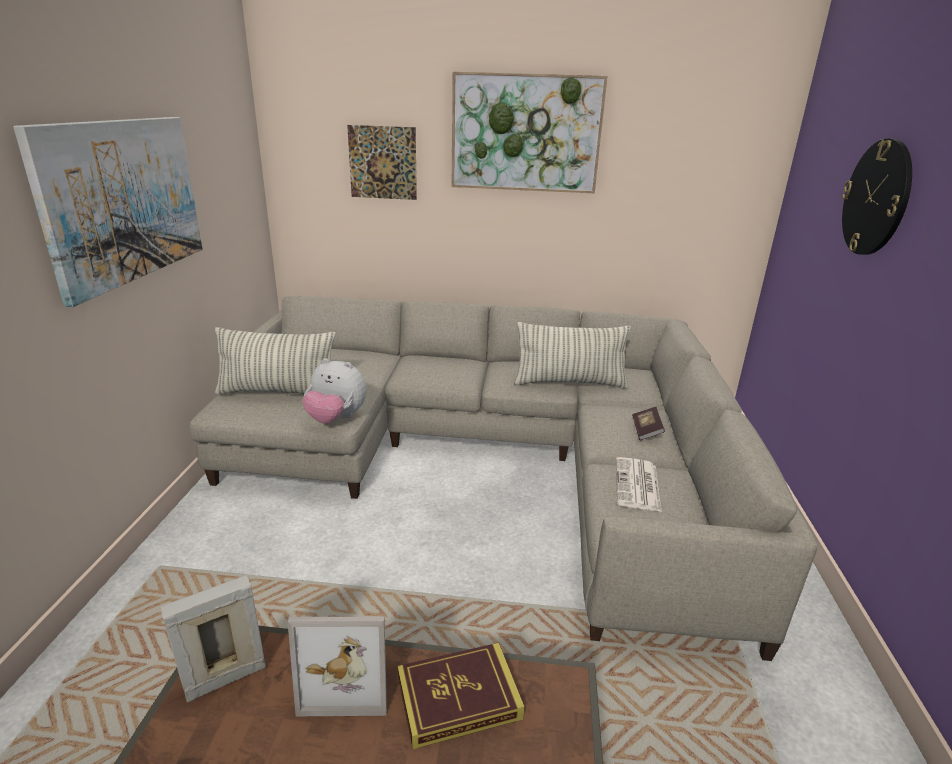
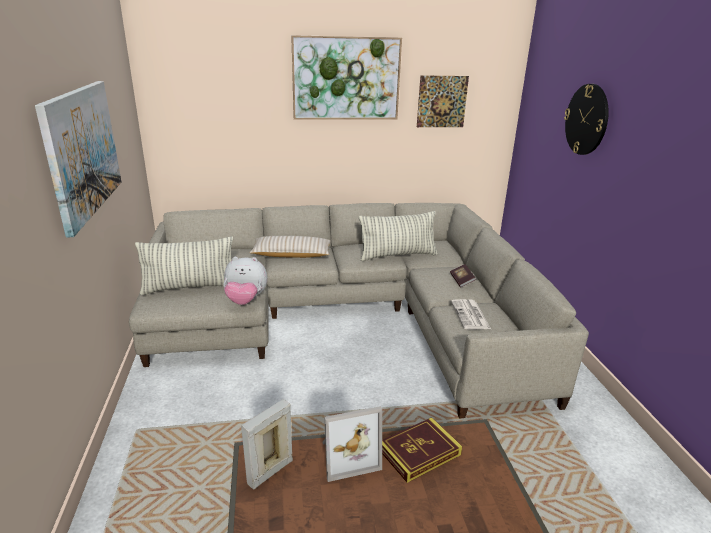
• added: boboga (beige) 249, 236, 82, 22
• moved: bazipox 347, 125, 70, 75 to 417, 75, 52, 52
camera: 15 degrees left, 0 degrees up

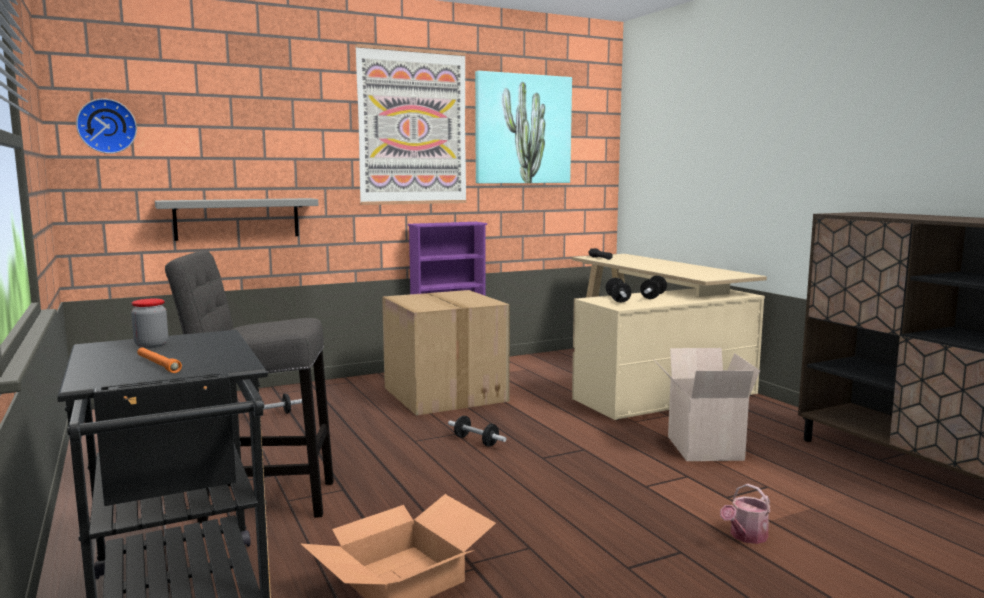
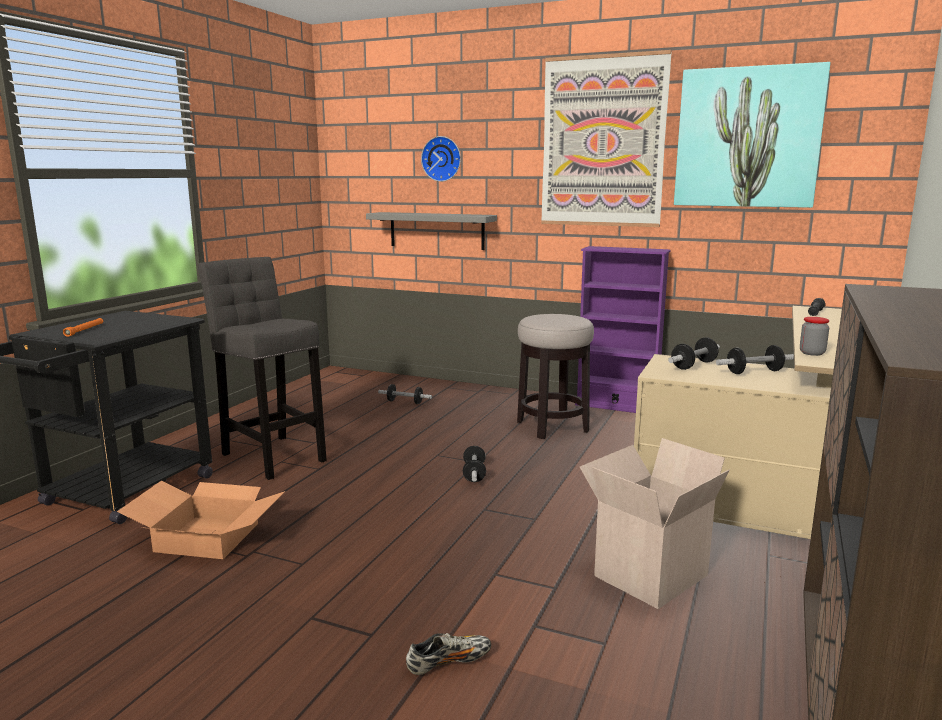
• moved: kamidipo 76, 99, 61, 55 to 421, 136, 40, 46
• moved: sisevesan 131, 299, 37, 49 to 800, 317, 29, 39
• replaced: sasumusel 382, 290, 128, 126 to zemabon 517, 314, 77, 125
• replaced: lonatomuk 720, 483, 51, 61 to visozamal 406, 633, 85, 42
camera: 50 degrees right, 5 degrees up

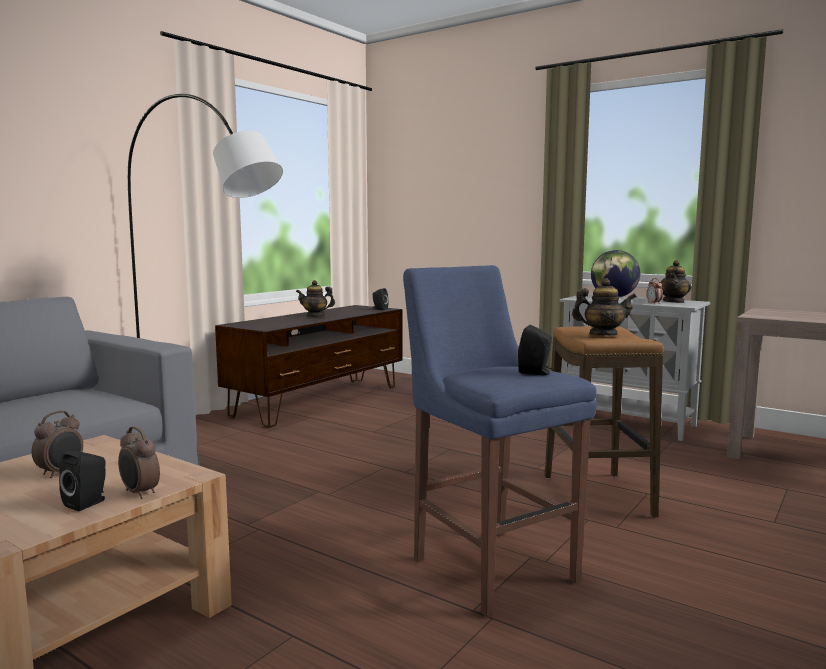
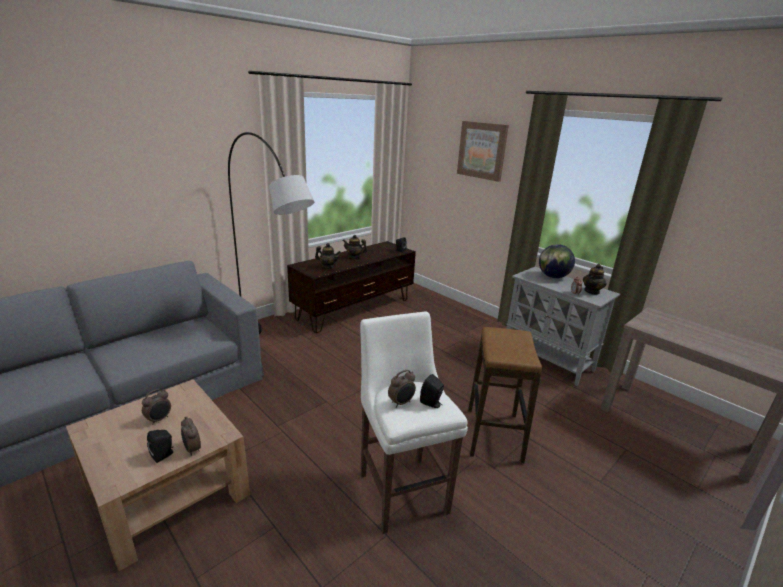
• added: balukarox 388, 370, 28, 38
• added: bazipox 457, 121, 52, 61
• moved: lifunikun 572, 278, 65, 58 to 315, 243, 26, 26
• recoloured: zemabon (blue) 403, 265, 194, 352 to zemabon (white) 360, 311, 108, 223
camera: 10 degrees right, 15 degrees up

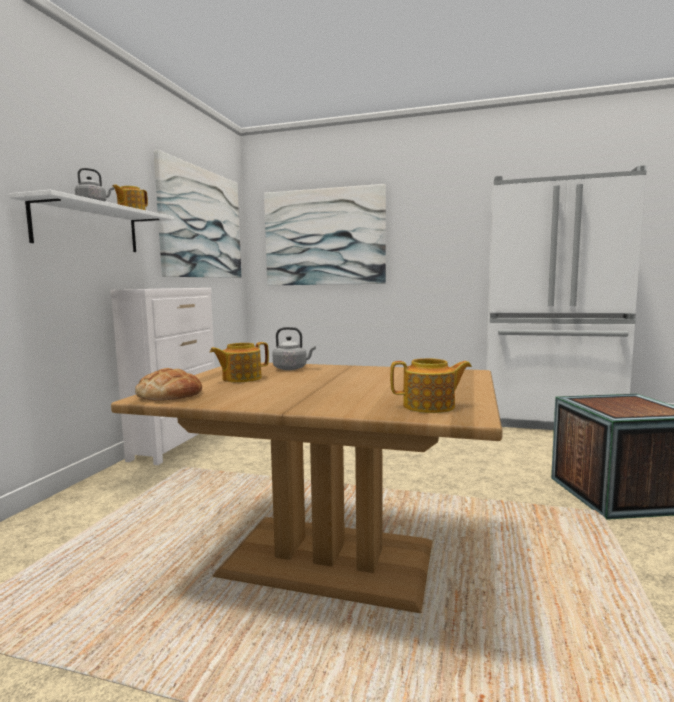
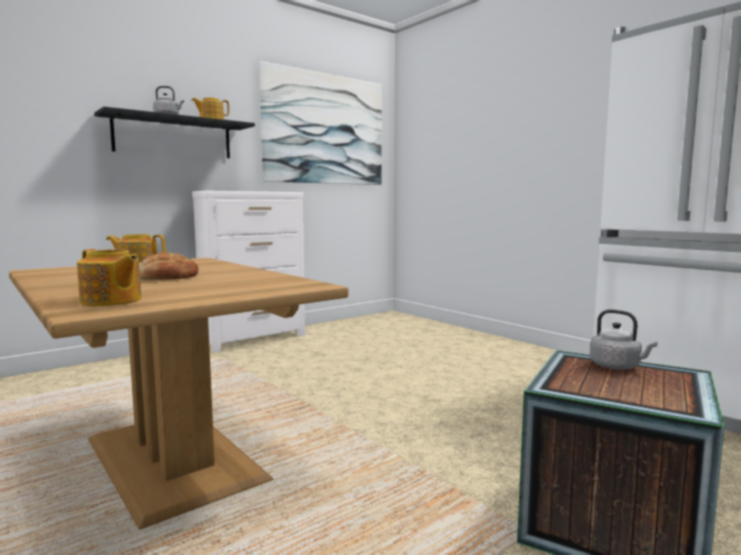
• removed: bazipox 264, 184, 122, 102
• moved: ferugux 135, 368, 67, 33 to 139, 252, 60, 28
• moved: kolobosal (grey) 273, 327, 43, 43 to 590, 309, 68, 61
• recoloured: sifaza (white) 9, 190, 165, 62 to sifaza (black) 94, 107, 161, 51
camera: 35 degrees right, 0 degrees up

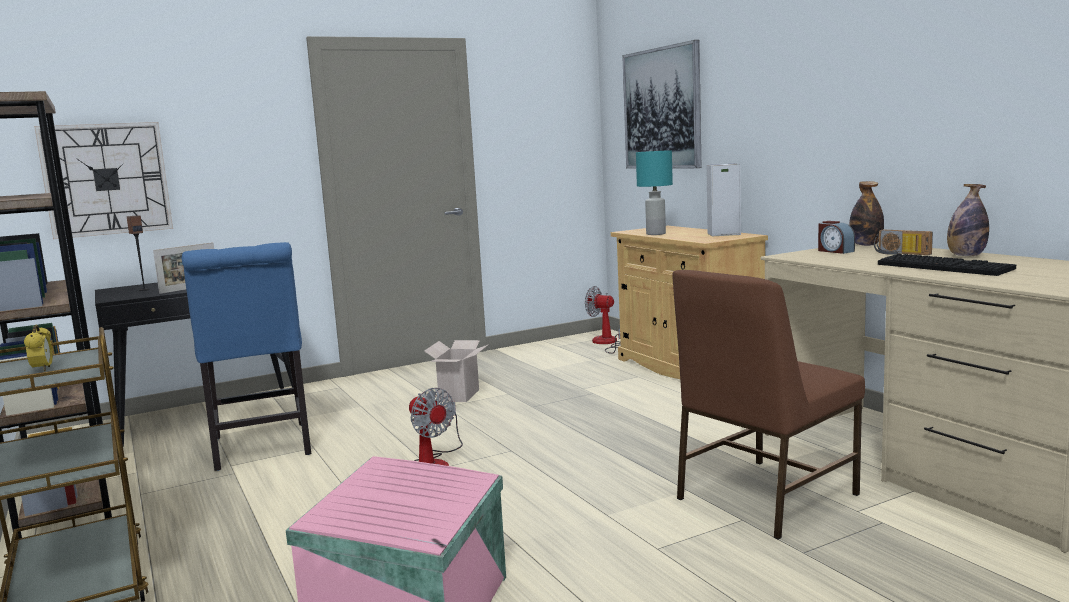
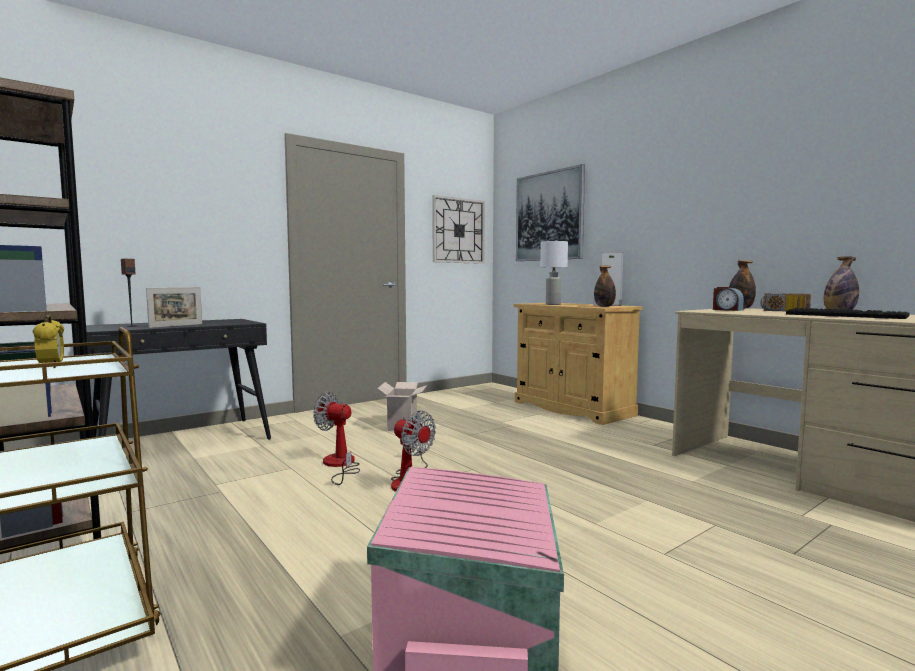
• removed: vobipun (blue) 182, 242, 129, 229
• removed: vobipun (brown) 672, 270, 193, 270
• added: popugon 594, 266, 22, 41
• moved: kamidipo 34, 122, 139, 117 to 432, 195, 53, 69
• moved: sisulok 585, 286, 36, 68 to 313, 392, 47, 93
• recoloured: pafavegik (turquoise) 636, 150, 37, 85 to pafavegik (white) 540, 241, 28, 64
camera: 10 degrees left, 5 degrees down

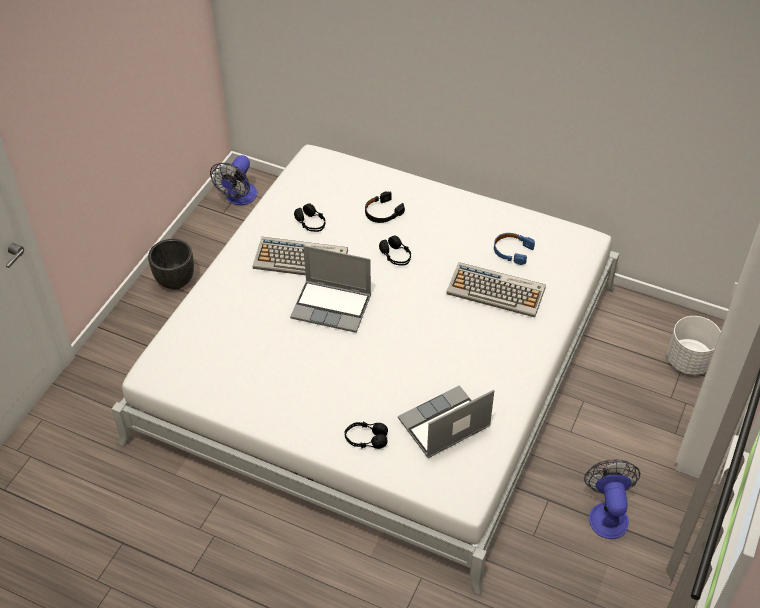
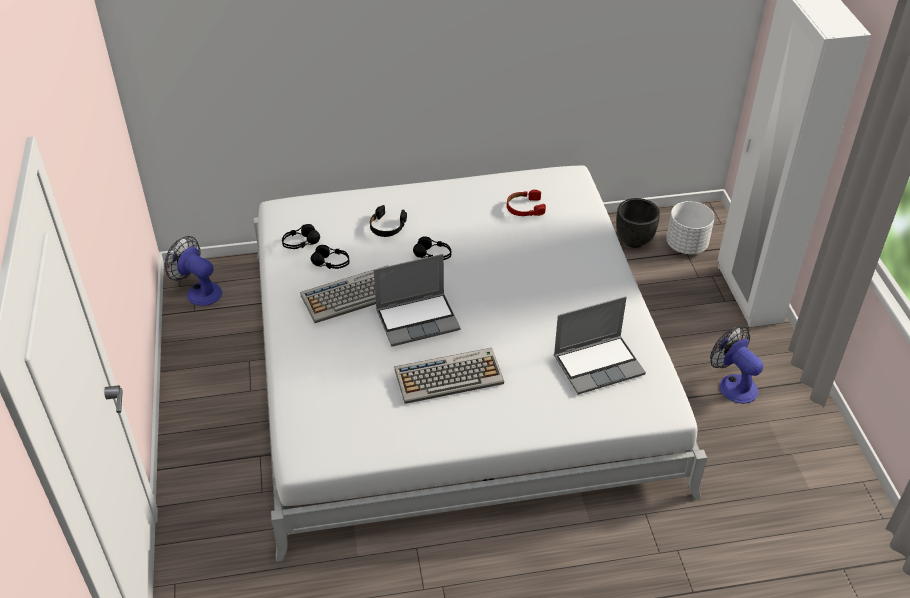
• moved: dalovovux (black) 148, 239, 46, 50 to 616, 198, 44, 50
• moved: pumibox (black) 344, 421, 44, 28 to 282, 224, 38, 25
• moved: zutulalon 446, 262, 100, 56 to 395, 348, 109, 56
• recoloured: pumibox (blue) 494, 233, 41, 32 to pumibox (red) 507, 190, 39, 26
• turned: sisulok 210, 155, 47, 50 = 165, 236, 57, 70 135 degrees clockwise
• turned: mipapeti 398, 385, 96, 73 = 554, 296, 92, 99 135 degrees counterclockwise
camera: 35 degrees left, 5 degrees down

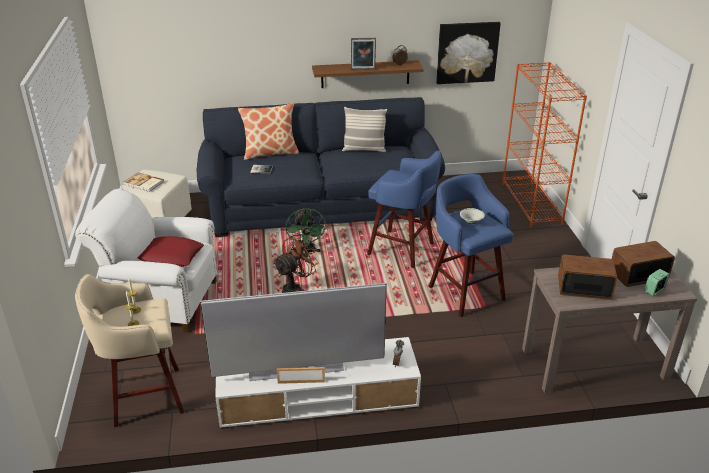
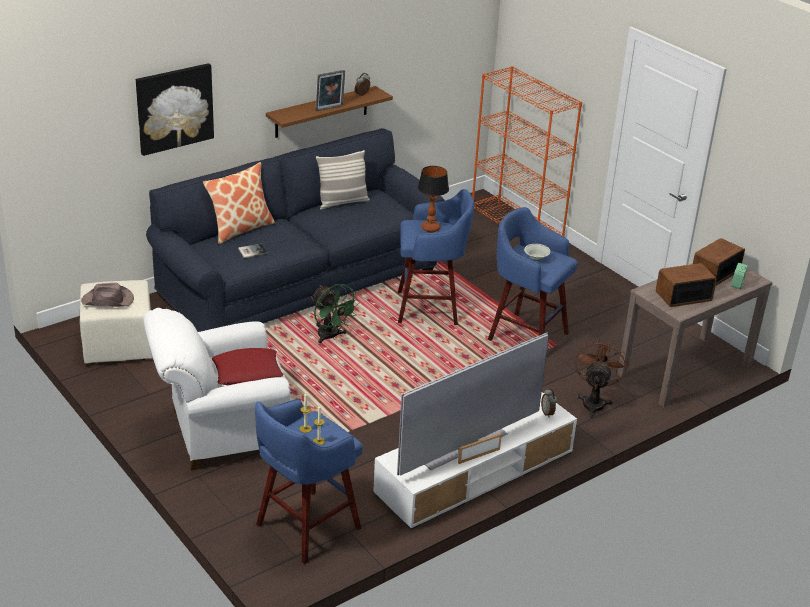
• added: pafavegik 418, 166, 31, 66
• moved: sisulok (brown) 273, 235, 46, 58 to 575, 338, 51, 80
• moved: bazipox 436, 22, 65, 62 to 136, 63, 78, 93
• replaced: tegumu 124, 173, 40, 19 to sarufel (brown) 81, 283, 53, 24
• recoloured: zemabon (beige) 75, 274, 109, 153 to zemabon (blue) 255, 399, 108, 165
camera: 30 degrees left, 0 degrees up

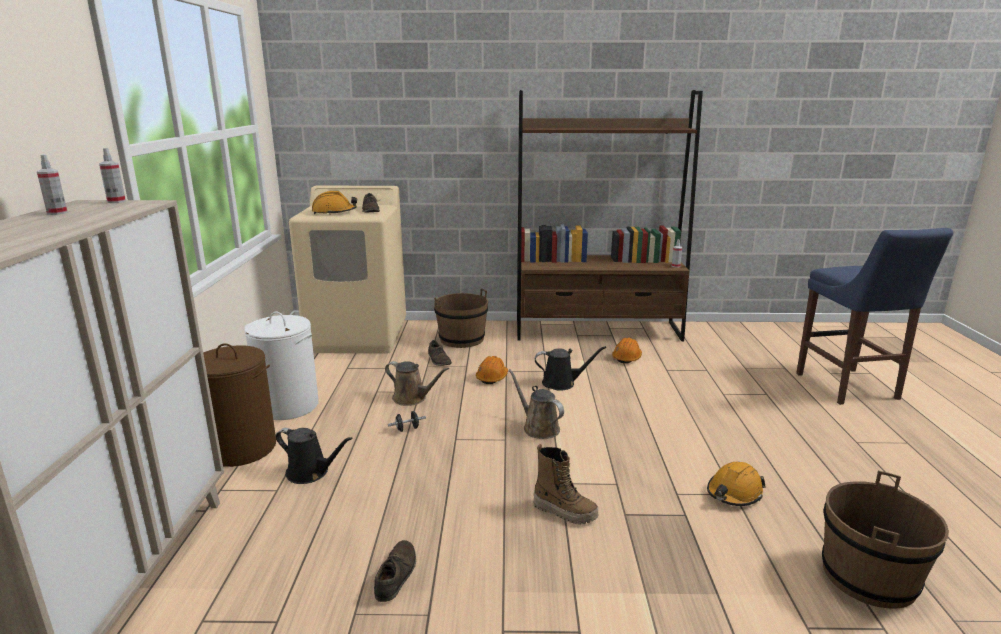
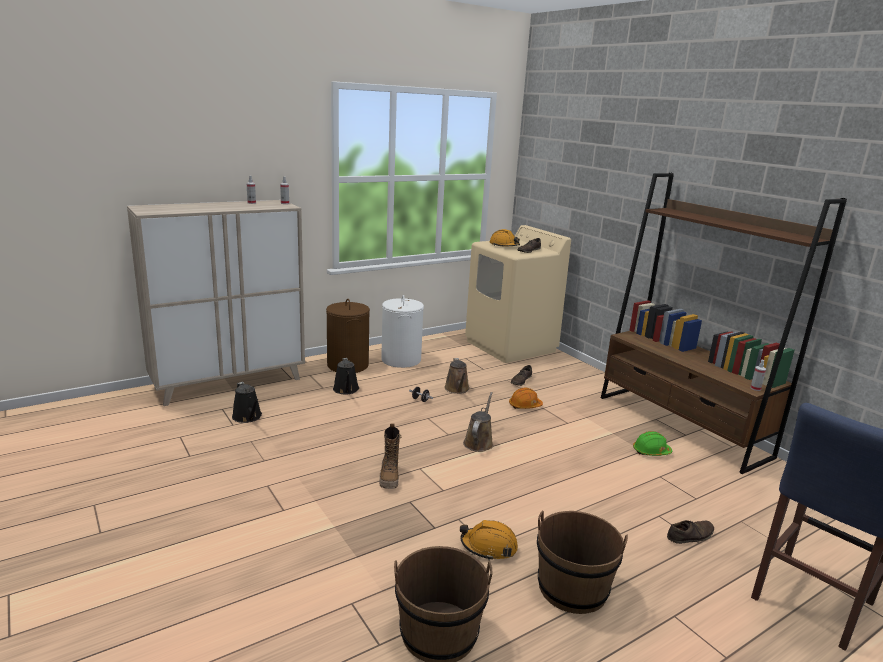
• moved: visozamal (brown) 374, 540, 42, 62 to 667, 520, 47, 24
• moved: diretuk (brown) 434, 288, 54, 60 to 537, 511, 91, 103
• moved: lonatomuk (black) 535, 346, 71, 45 to 232, 382, 30, 41
• recoloured: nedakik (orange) 612, 338, 30, 26 to nedakik (green) 633, 431, 39, 25
camera: 55 degrees right, 0 degrees up

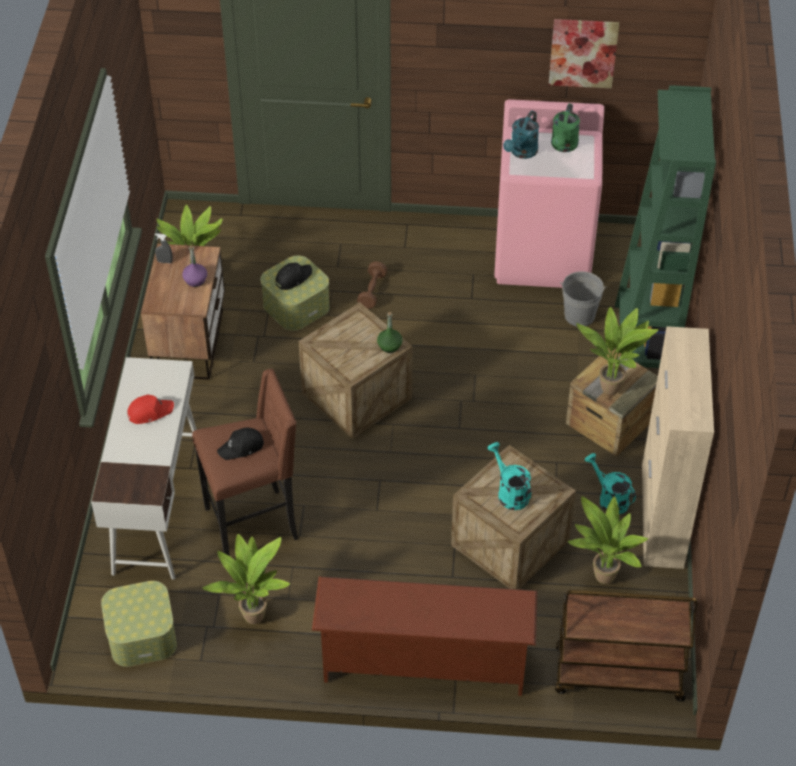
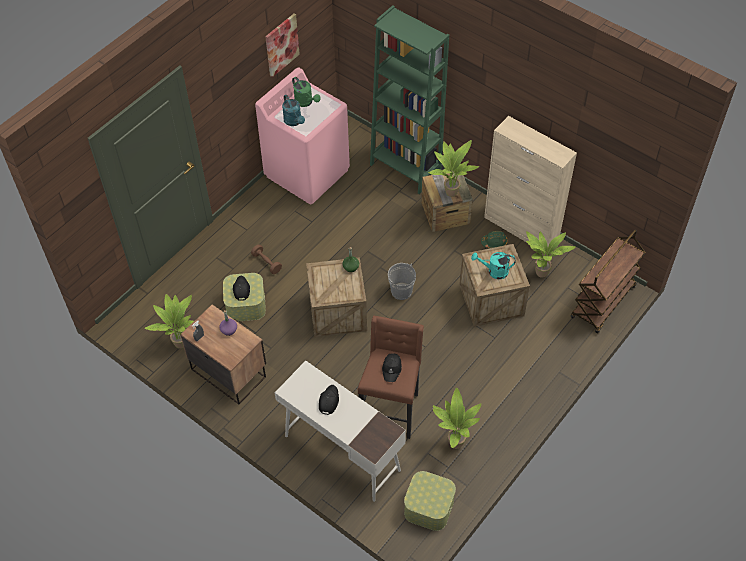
• removed: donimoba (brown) 312, 576, 226, 120
• moved: diretuk (grey) 560, 271, 47, 55 to 388, 263, 28, 37
• replaced: lonatomuk (turquoise) 585, 453, 51, 61 to nedakik (green) 481, 231, 27, 17
• recoloured: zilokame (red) 128, 395, 46, 29 to zilokame (black) 319, 385, 20, 30
camera: 55 degrees left, 5 degrees up

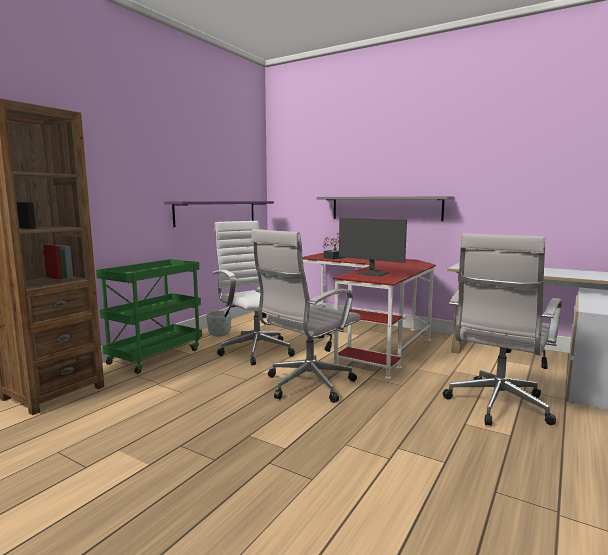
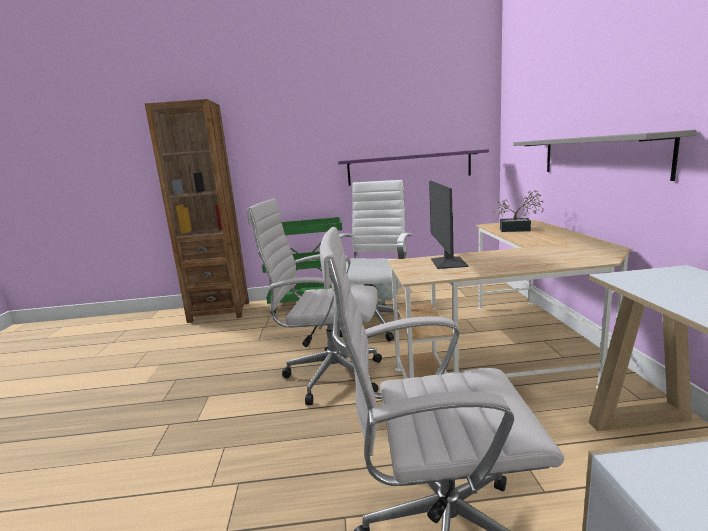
• recoloured: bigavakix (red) 302, 253, 134, 126 to bigavakix (beige) 388, 220, 243, 169
camera: 55 degrees right, 5 degrees up

